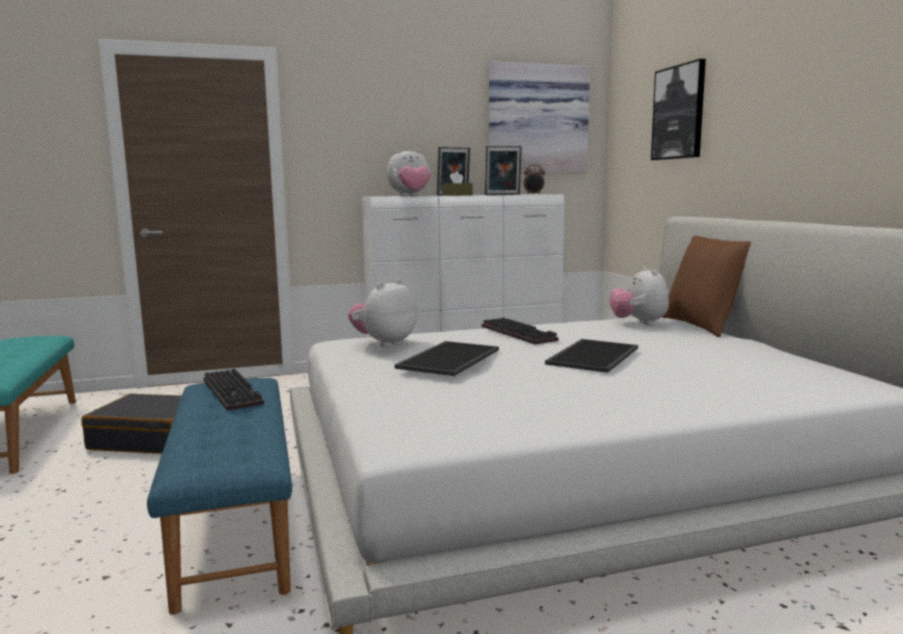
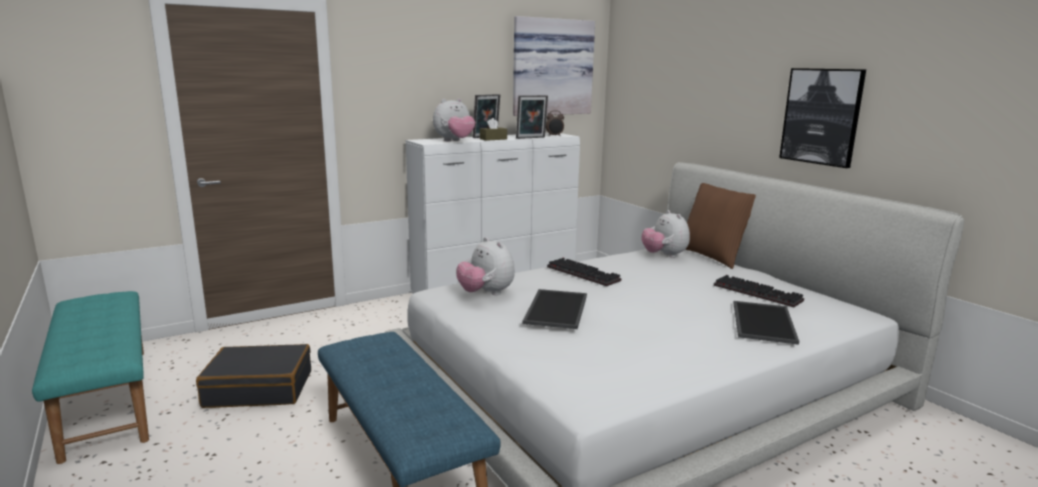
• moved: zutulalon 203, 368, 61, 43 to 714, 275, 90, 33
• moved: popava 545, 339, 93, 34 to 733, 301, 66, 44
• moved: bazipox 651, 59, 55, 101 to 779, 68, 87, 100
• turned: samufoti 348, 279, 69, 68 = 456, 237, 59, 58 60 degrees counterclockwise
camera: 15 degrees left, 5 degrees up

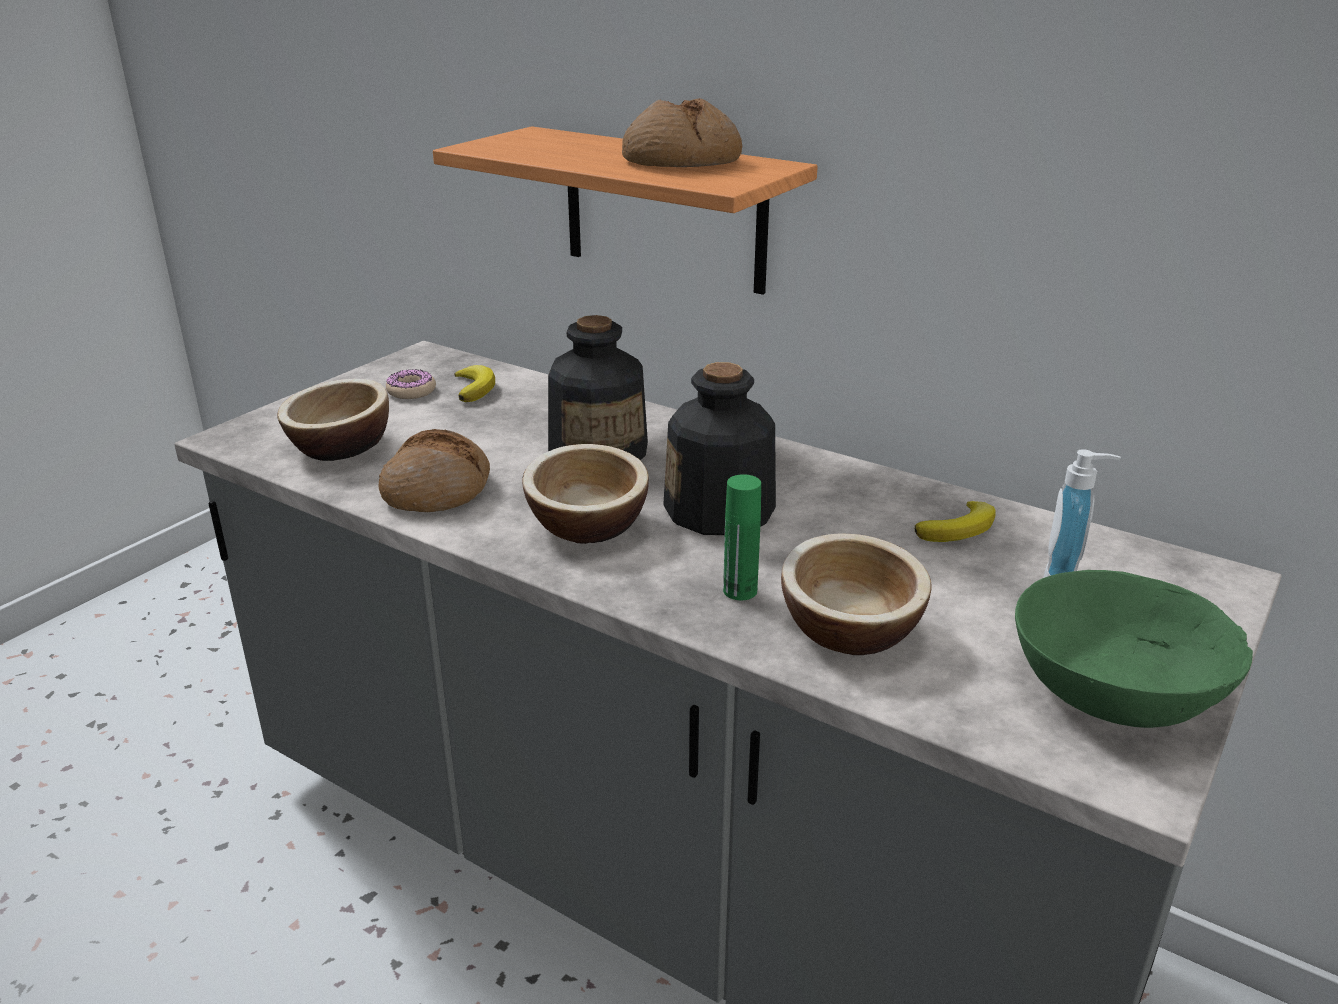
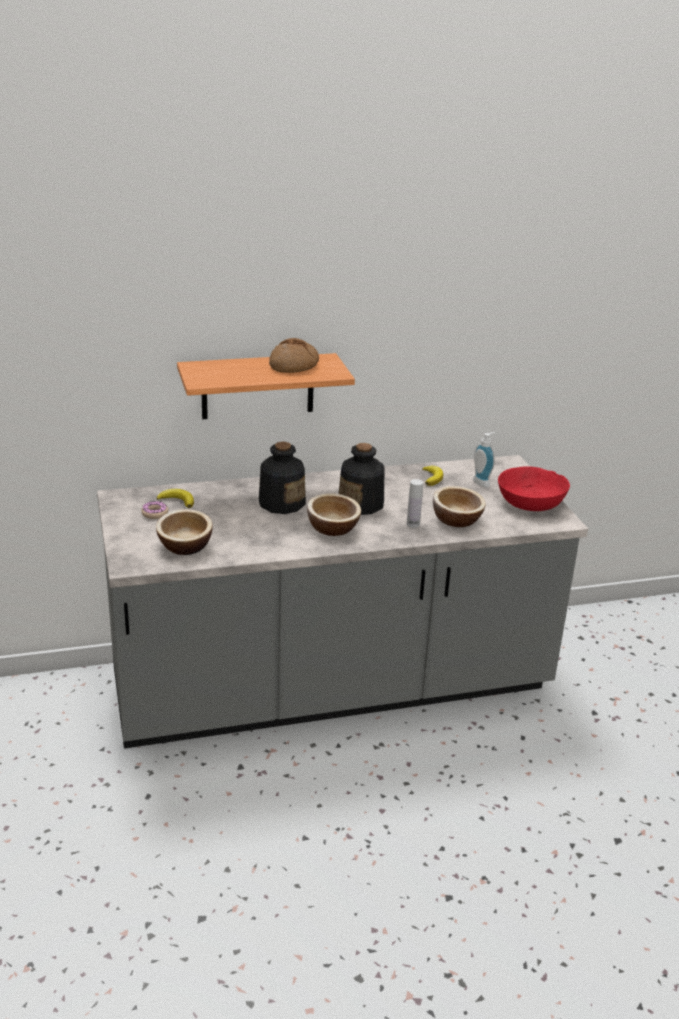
• removed: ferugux 378, 429, 112, 83
• recoloured: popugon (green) 723, 474, 38, 126 to popugon (white) 407, 479, 16, 49
• recoloured: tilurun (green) 1015, 570, 238, 158 to tilurun (red) 498, 466, 72, 45
camera: 50 degrees left, 0 degrees up

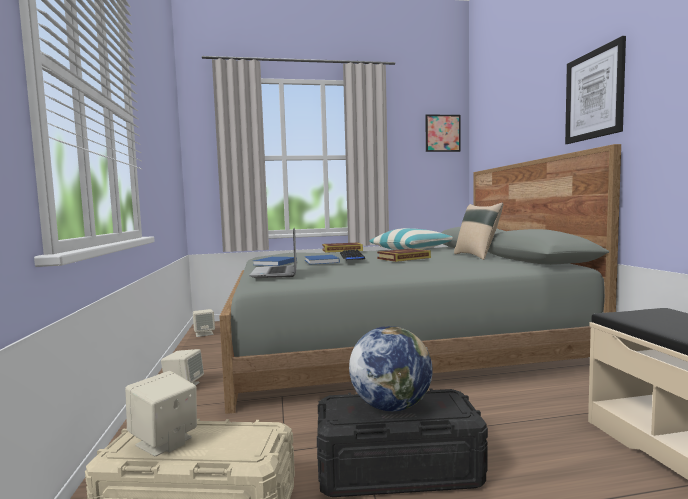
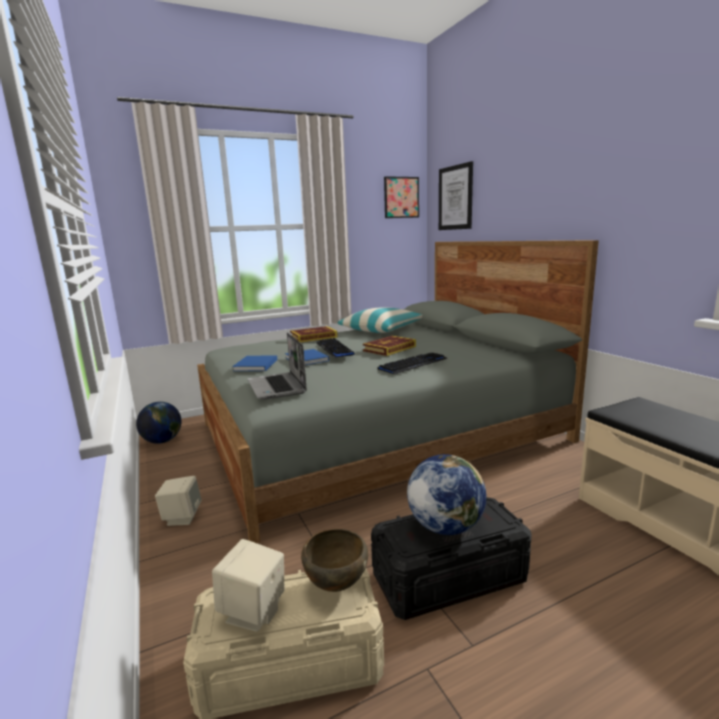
• removed: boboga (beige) 454, 203, 49, 57
• added: tilurun (brown) 301, 529, 67, 63
• added: zutulalon 377, 353, 71, 21
• moved: bazipox 565, 36, 61, 108 to 439, 161, 34, 69
• replaced: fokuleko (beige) 193, 309, 22, 28 to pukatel 136, 402, 45, 42
camera: 15 degrees left, 10 degrees up

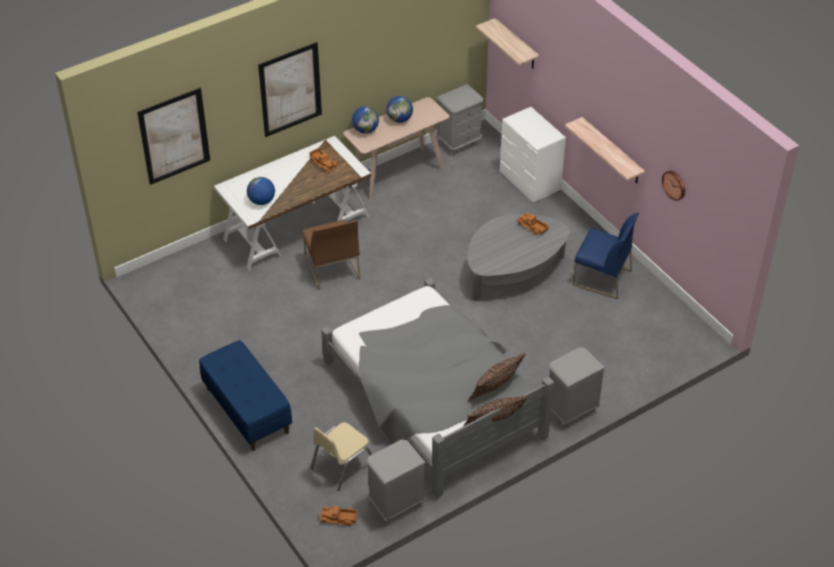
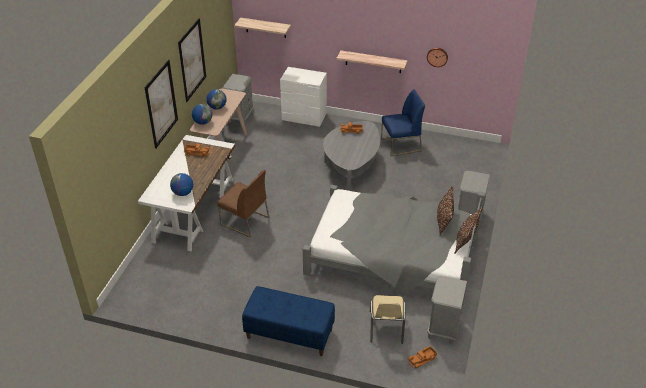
• moved: bazipox 137, 88, 73, 97 to 178, 18, 28, 84
camera: 40 degrees left, 5 degrees down

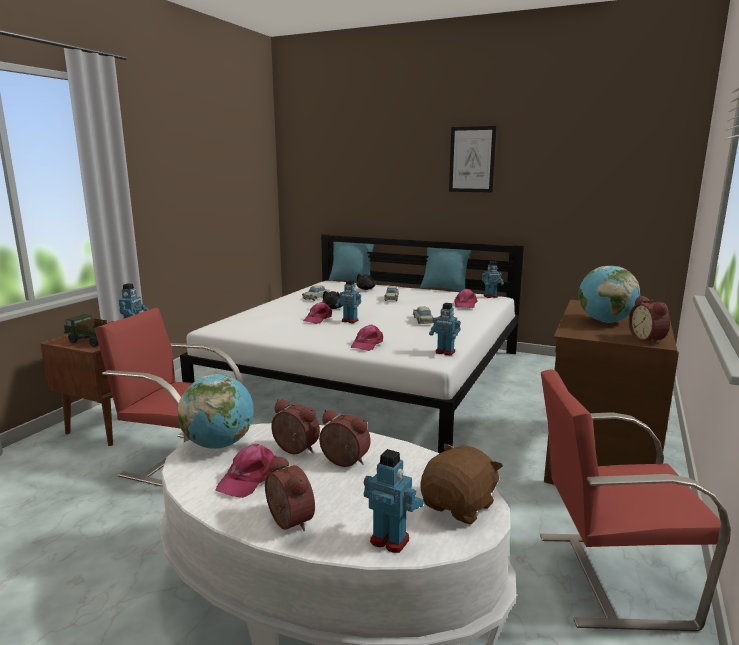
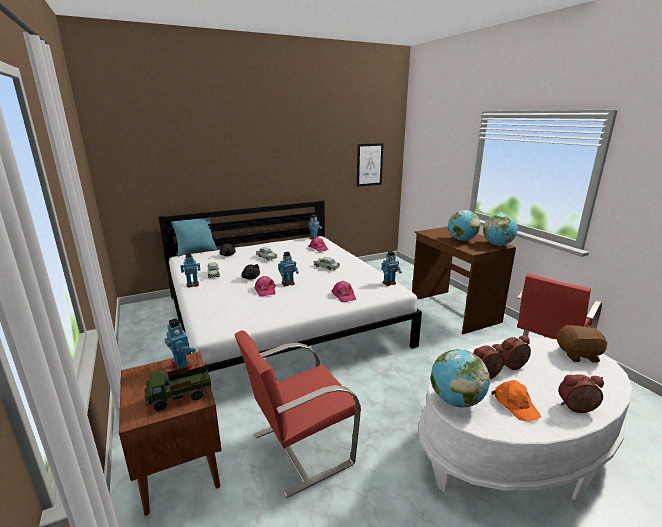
• removed: boboga (turquoise) 420, 247, 52, 45
• moved: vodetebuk 364, 449, 60, 104 to 180, 253, 20, 34
• moved: bazipox 449, 126, 48, 67 to 357, 143, 27, 44
• replaced: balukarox 629, 295, 41, 50 to pukatel 483, 213, 35, 33
• recoloured: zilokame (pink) 215, 444, 60, 54 to zilokame (orange) 492, 380, 49, 42
• turned: samufoti (brown) 420, 443, 83, 82 = 557, 324, 50, 39 105 degrees clockwise
camera: 50 degrees left, 5 degrees up

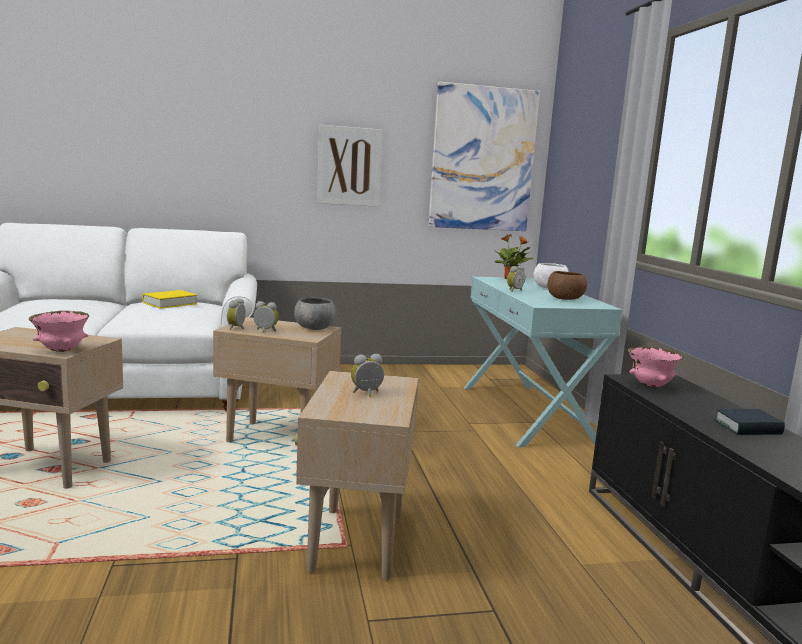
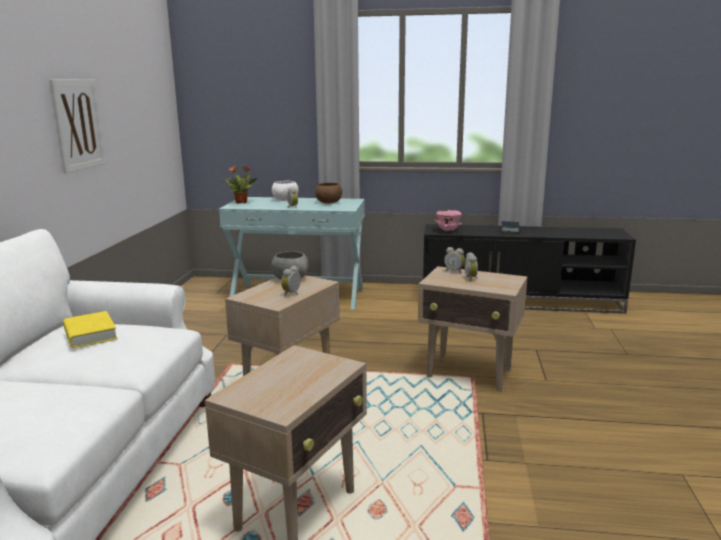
• removed: tilurun (pink) 29, 311, 60, 41
• removed: bazipox 428, 82, 112, 149
• moved: balukarox 227, 298, 19, 32 to 444, 247, 21, 26
camera: 70 degrees left, 5 degrees up

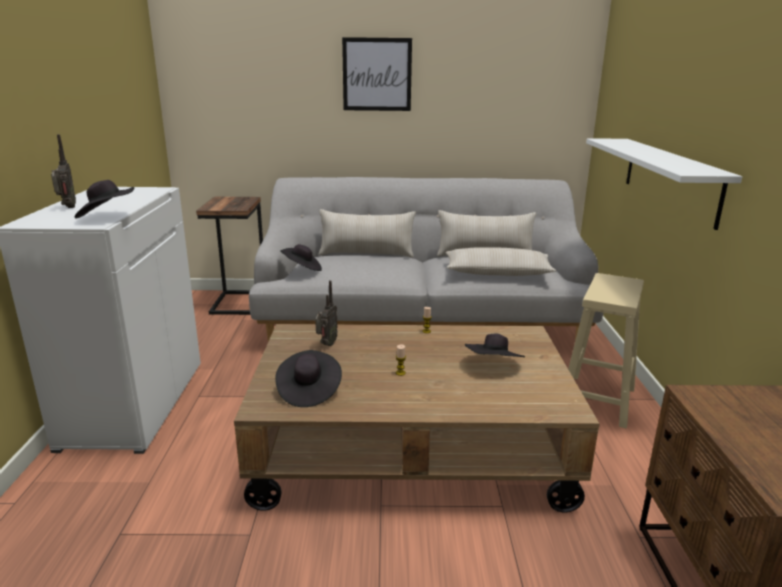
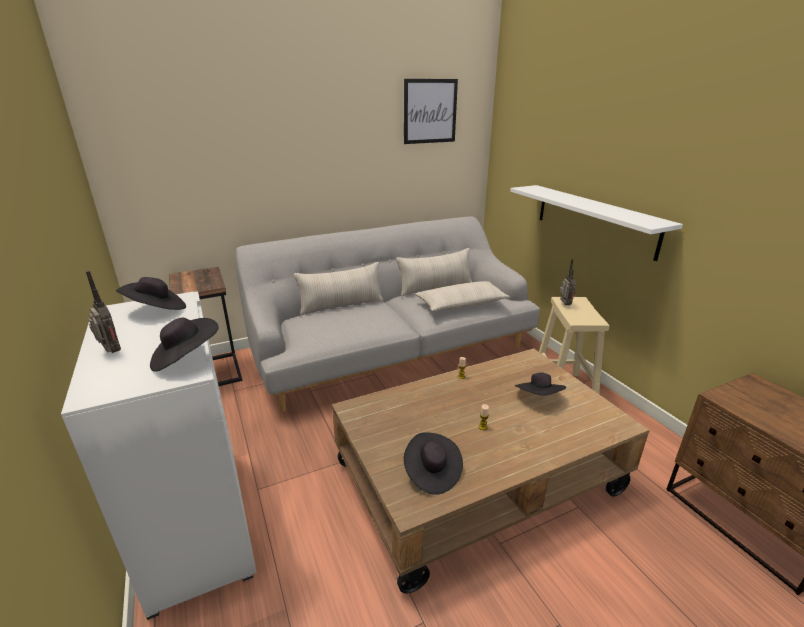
• moved: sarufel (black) 281, 244, 41, 27 to 116, 277, 70, 33
• moved: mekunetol 315, 280, 23, 66 to 559, 259, 17, 46
• moved: bazipox 342, 37, 70, 74 to 404, 79, 54, 65
camera: 25 degrees left, 5 degrees up

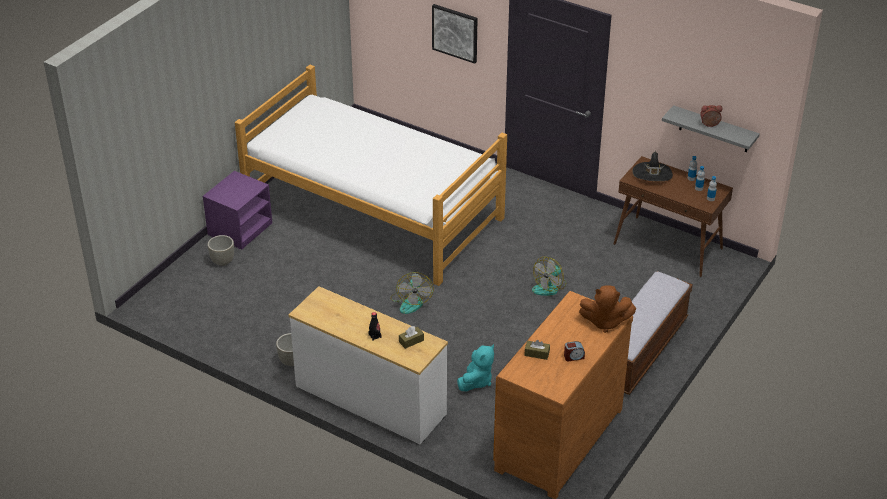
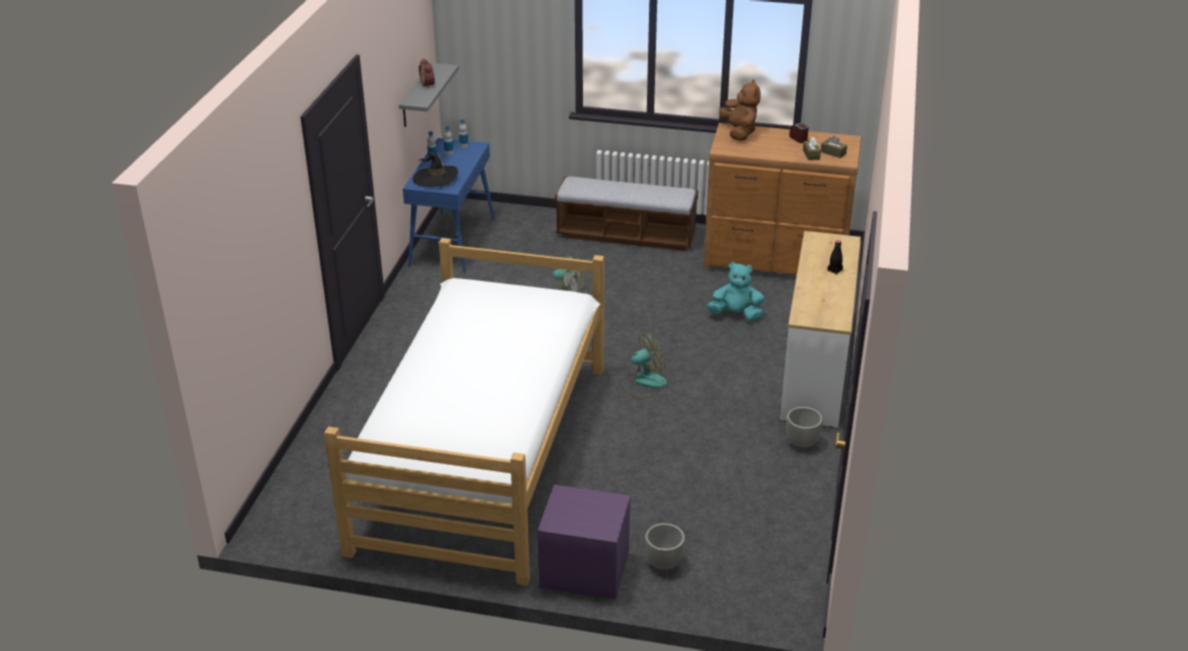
• removed: bazipox 432, 4, 45, 60
• moved: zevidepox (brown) 399, 326, 25, 23 to 821, 136, 26, 22
• recoloured: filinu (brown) 613, 156, 120, 121 to filinu (blue) 403, 138, 92, 135
camera: 110 degrees left, 5 degrees down

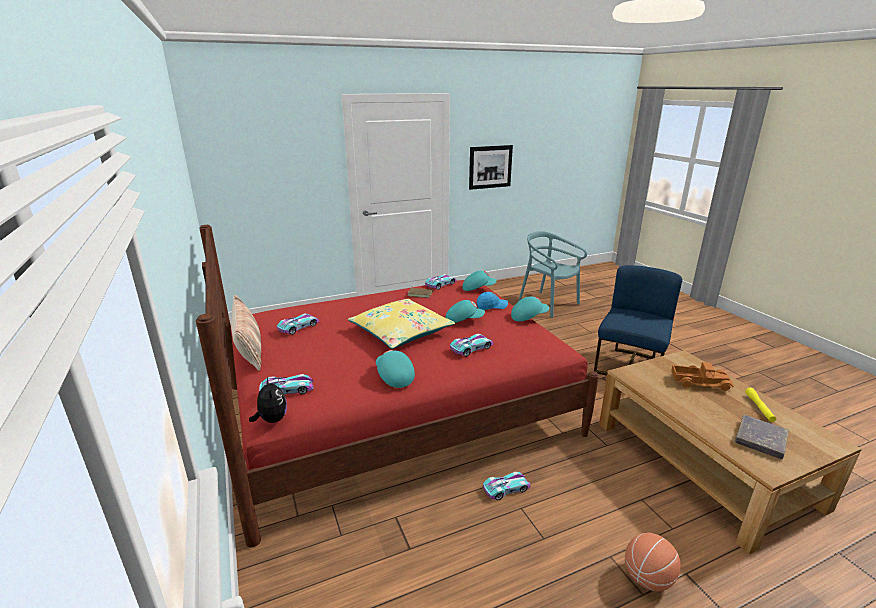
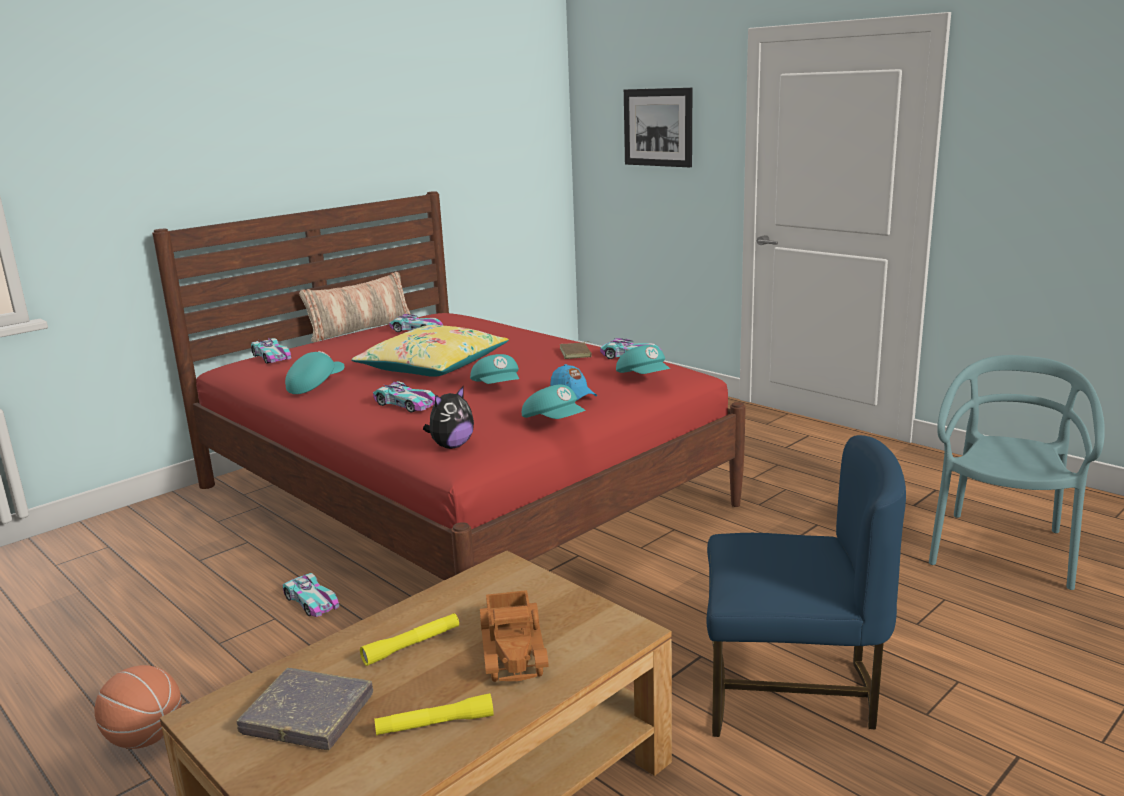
• added: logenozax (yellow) 360, 613, 99, 53
• moved: samufoti 249, 377, 38, 46 to 423, 386, 51, 63
• moved: bazipox 469, 145, 44, 45 to 624, 88, 68, 79
camera: 70 degrees right, 5 degrees down

